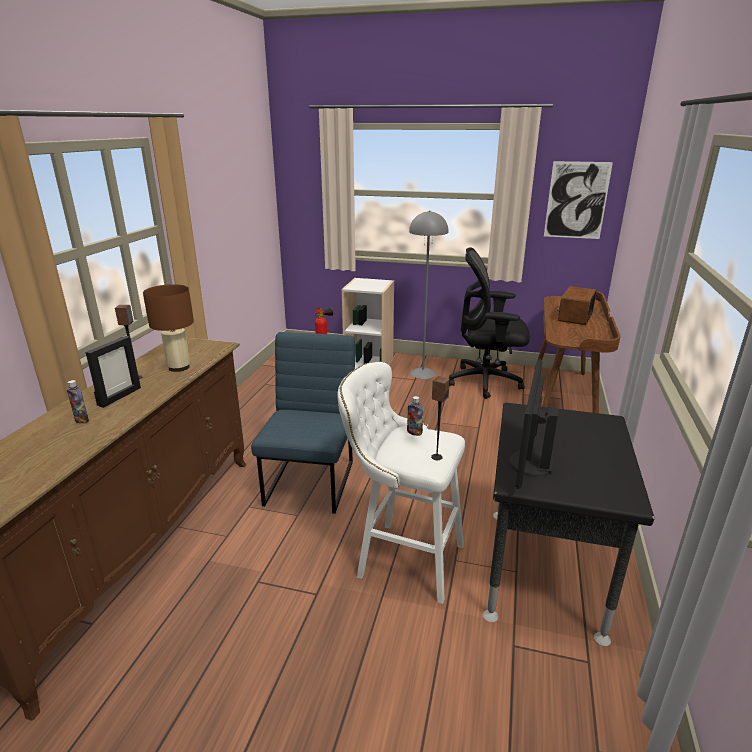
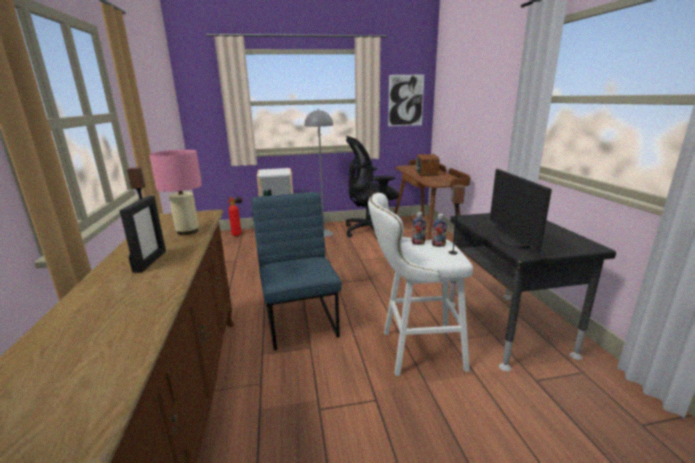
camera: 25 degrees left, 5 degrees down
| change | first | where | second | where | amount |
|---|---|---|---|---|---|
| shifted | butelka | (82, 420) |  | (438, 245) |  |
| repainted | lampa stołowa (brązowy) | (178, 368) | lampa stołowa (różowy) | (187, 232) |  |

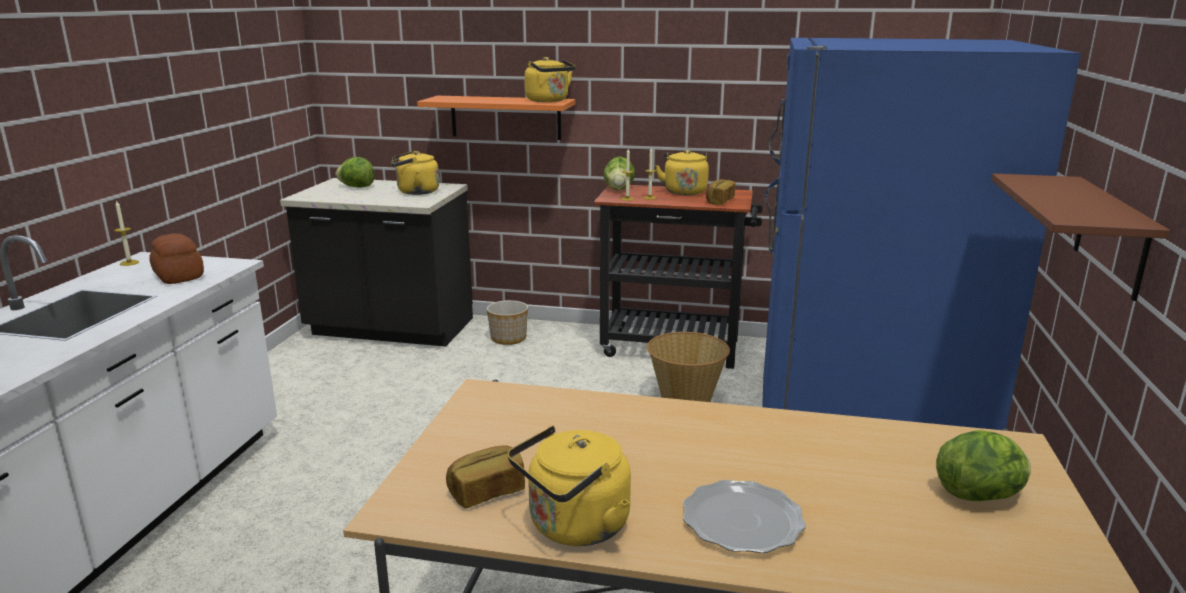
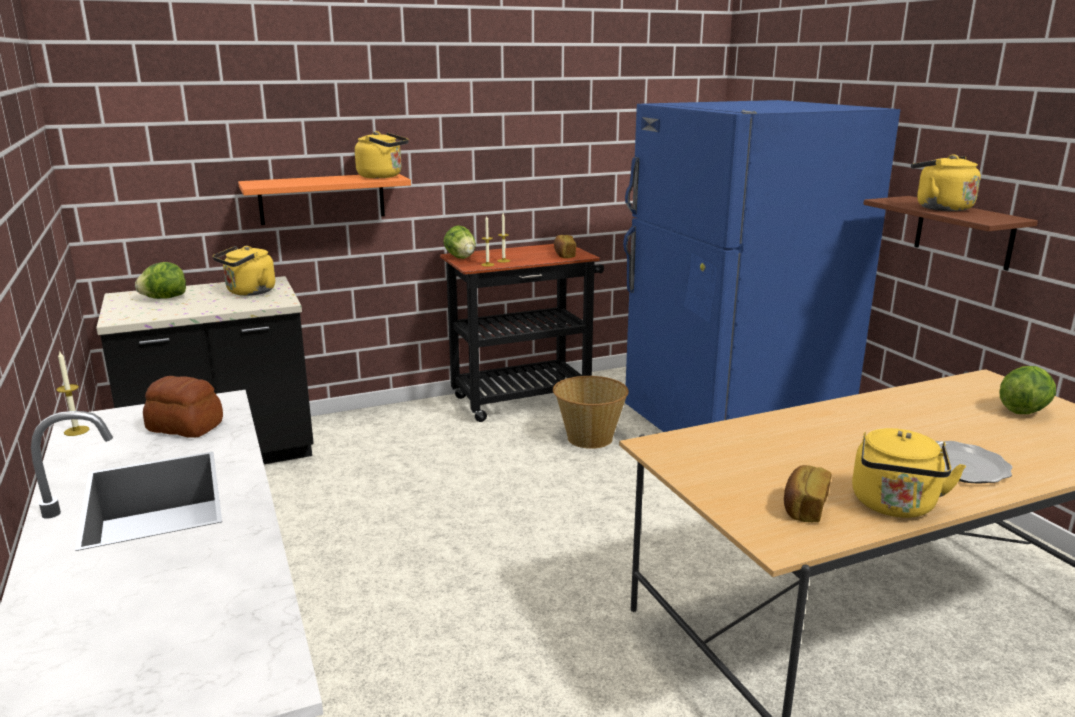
camera: 35 degrees left, 0 degrees up
| change | first | where | second | where | amount |
|---|---|---|---|---|---|
| gone | donica | (508, 338) |  |  |  |
| shifted | czajnik (żółty) | (684, 191) |  | (939, 208) |  |

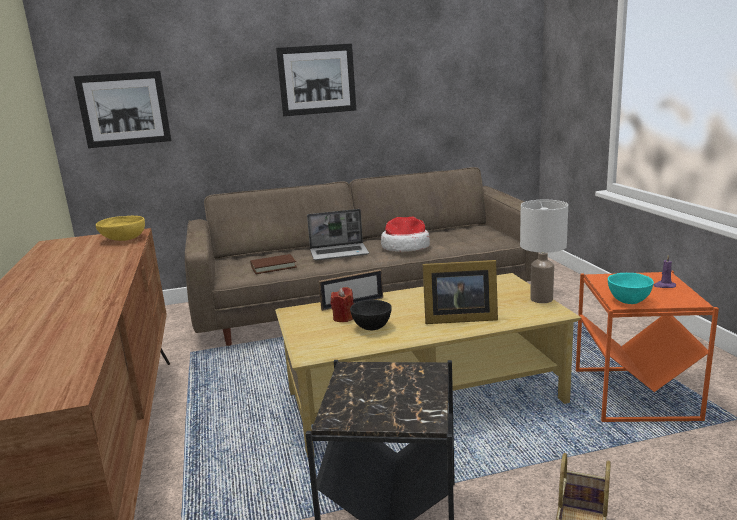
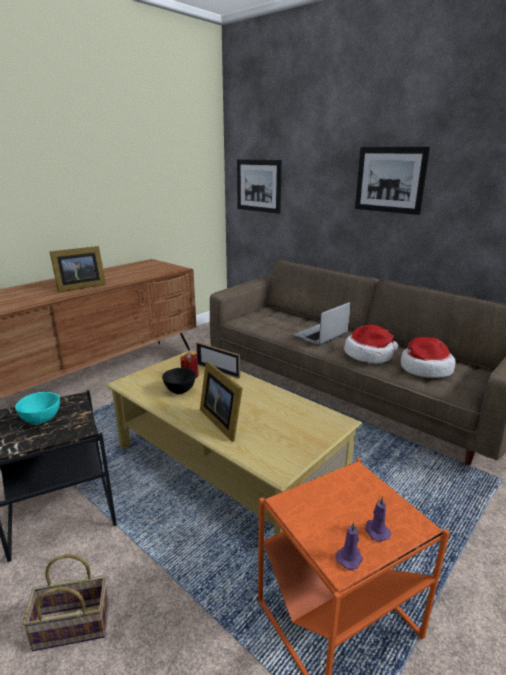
camera: 55 degrees right, 5 degrees up
| change | first | where | second | where | amount |
|---|---|---|---|---|---|
| gone | miska (żółty) | (123, 239) |  |  |  |
| gone | książka (brązowy) | (273, 266) |  |  |  |
| gone | lampa stołowa (biały) | (541, 299) |  |  |  |
| new |  |  | ramka na zdjęcie | (79, 287) |  |
| new |  |  | świeca (fioletowy) | (349, 558) |  |
| new |  |  | kapelusz | (424, 368) |  |
| shifted | miska (turkusowy) | (628, 301) |  | (42, 420) |  |
| rotated | laptop | (340, 253) |  | (321, 336) | 90 degrees clockwise |

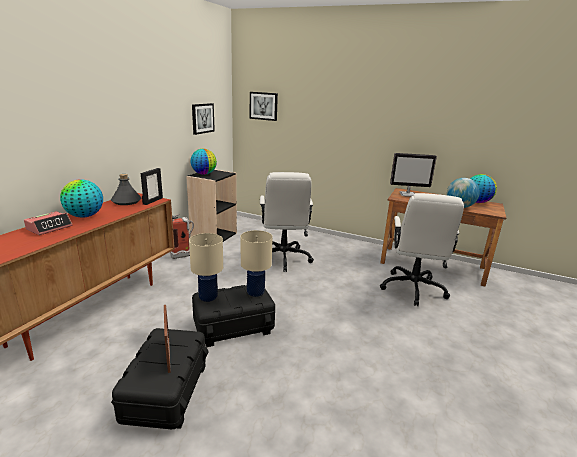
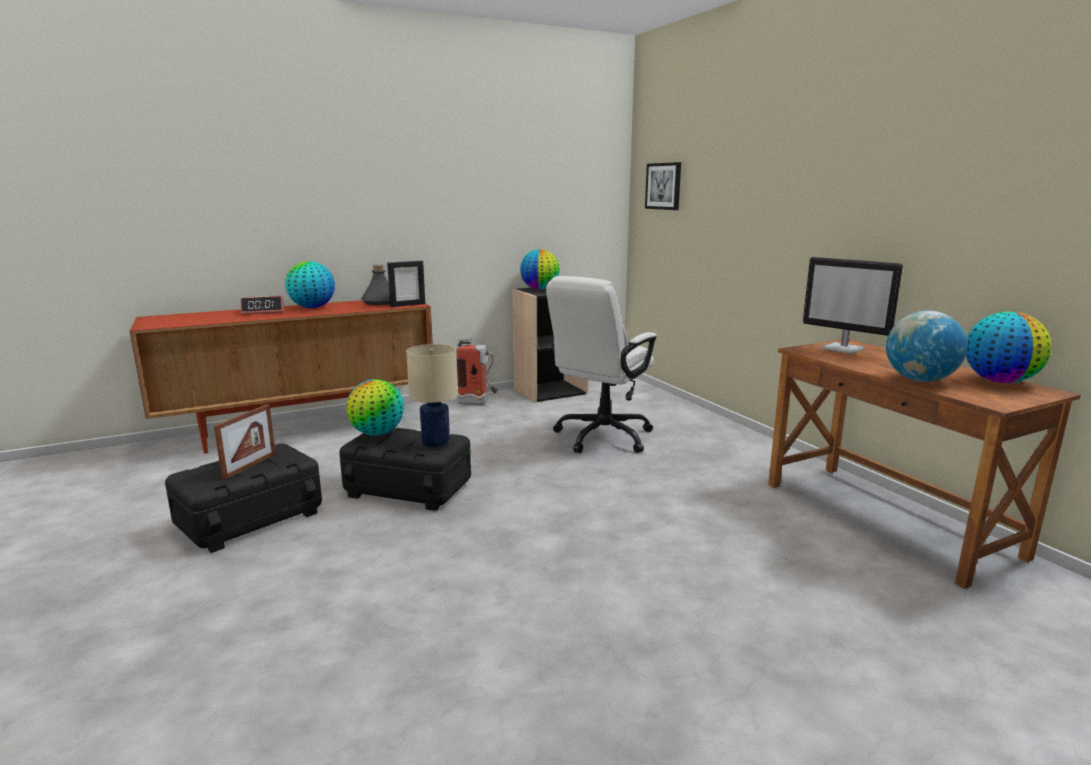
camera: 40 degrees right, 5 degrees down
| change | first | where | second | where | amount |
|---|---|---|---|---|---|
| gone | obraz | (202, 118) |  |  |  |
| gone | krzesło biurowe (biały) | (413, 290) |  |  |  |
| swapped | lampa stołowa (beżowy) | (208, 298) | globus | (377, 433) |  |

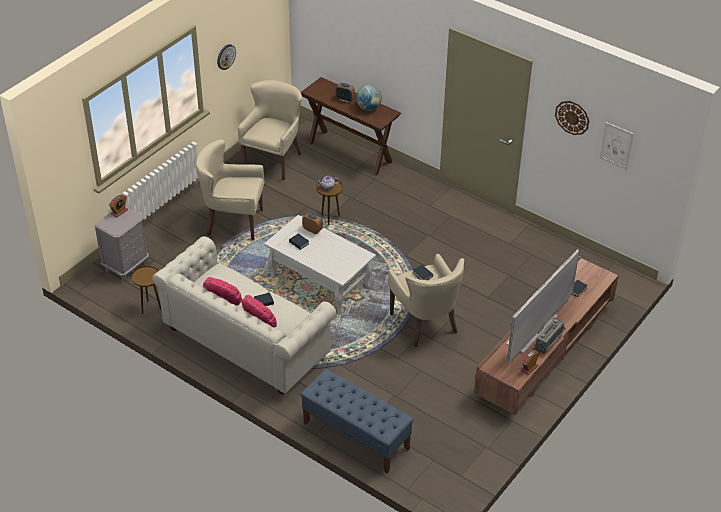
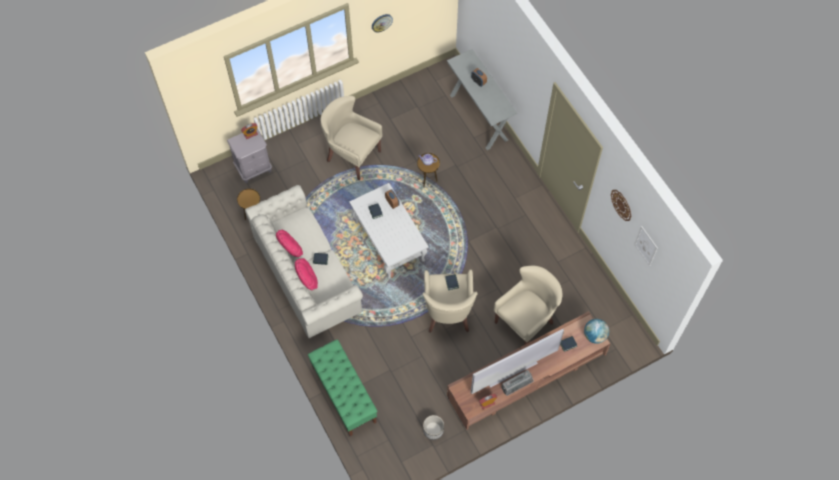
camera: 25 degrees right, 20 degrees up
| change | first | where | second | where | amount |
|---|---|---|---|---|---|
| new |  |  | donica | (433, 430) |  |
| shifted | fotel (beżowy) | (274, 161) |  | (525, 323) |  |
| shifted | globus | (368, 108) |  | (594, 335) |  |
| repainted | stolik konsolowy (brązowy) | (350, 152) | stolik konsolowy (szary) | (479, 117) |  |
| repainted | ławka (niebieski) | (355, 436) | ławka (zielony) | (344, 394) |  |

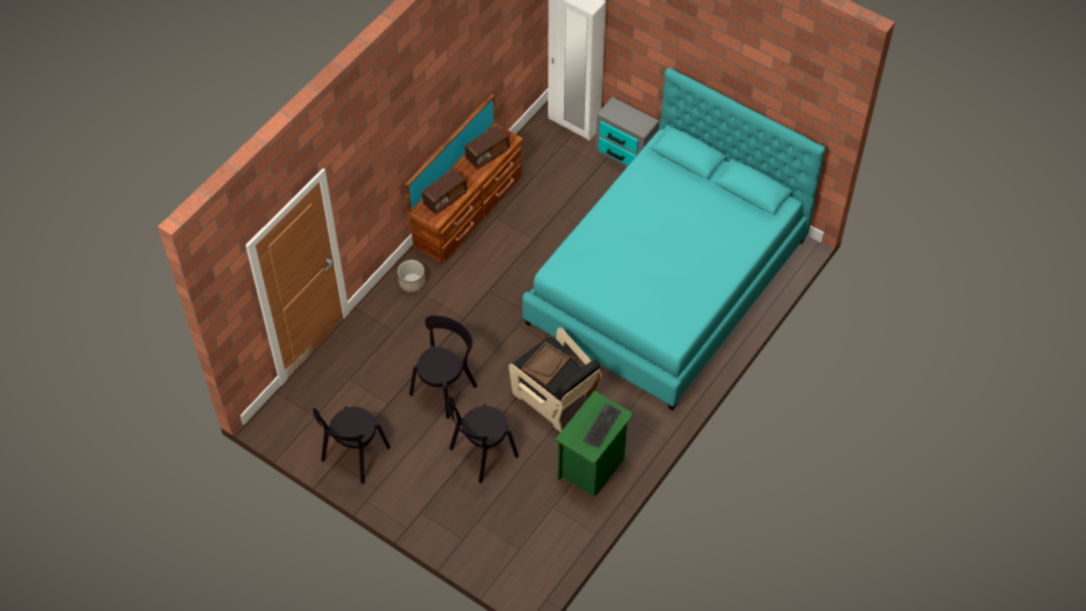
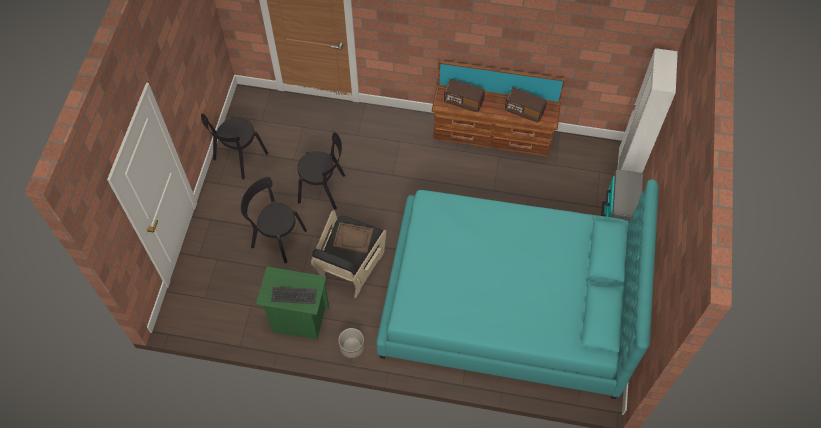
camera: 65 degrees right, 5 degrees up
| change | first | where | second | where | amount |
|---|---|---|---|---|---|
| shifted | donica | (412, 283) |  | (352, 347) |  |
| rotated | krzesło (czarny) | (354, 456) |  | (239, 158) | 60 degrees counterclockwise |

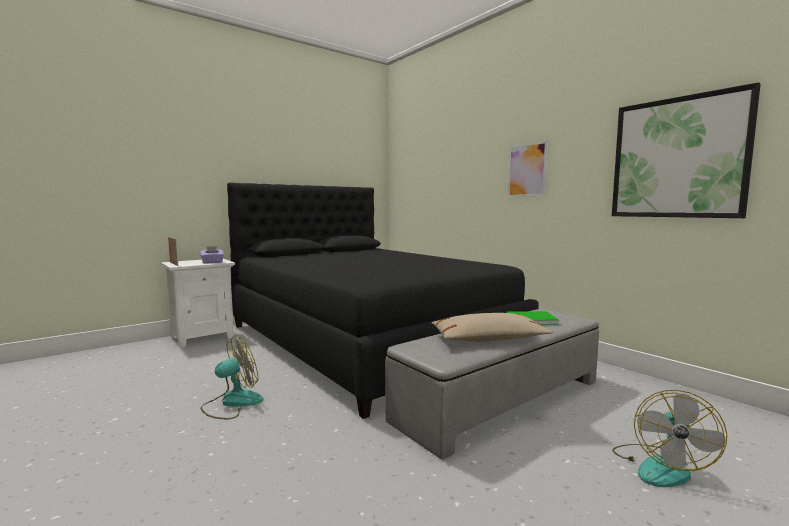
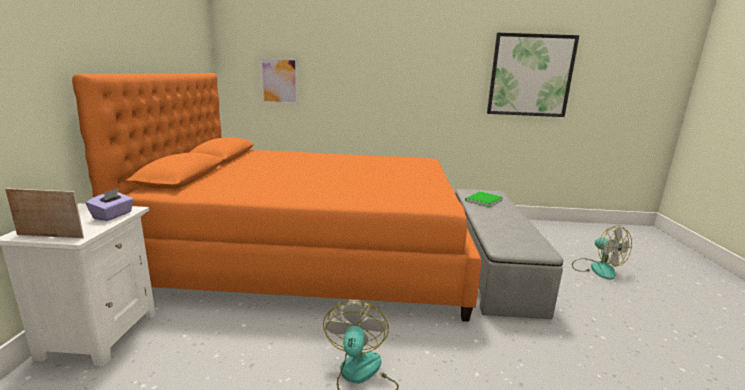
camera: 50 degrees left, 10 degrees up
| change | first | where | second | where | amount |
|---|---|---|---|---|---|
| gone | poduszka (beżowy) | (488, 339) |  |  |  |
| shifted | obraz | (527, 170) |  | (279, 81) |  |
| repainted | łóżko (czarny) | (367, 339) | łóżko (pomarańczowy) | (312, 254) |  |

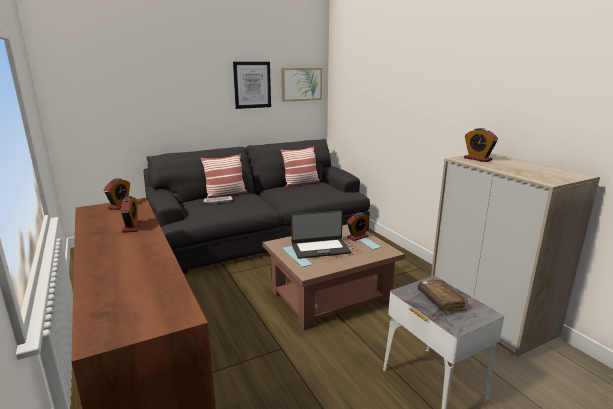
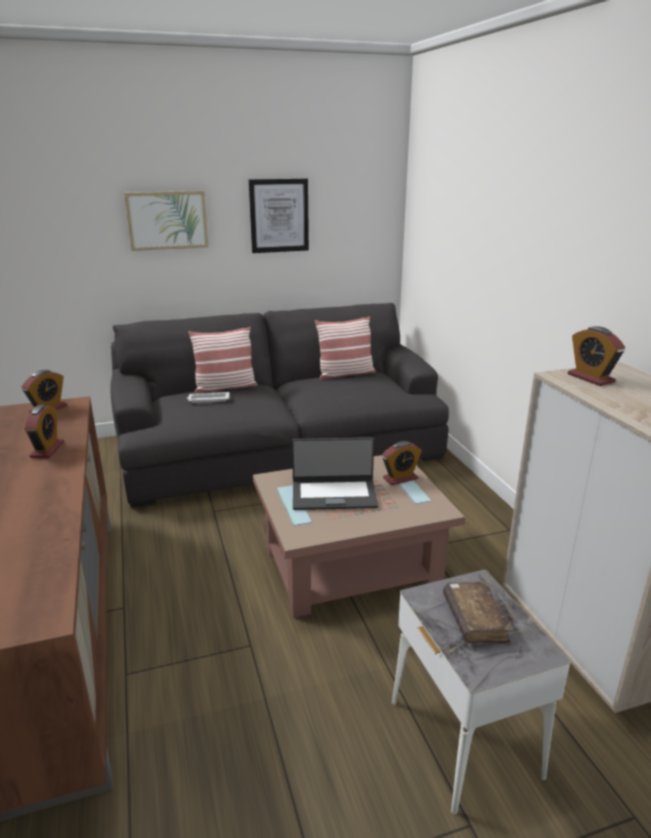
camera: 10 degrees right, 5 degrees up
| change | first | where | second | where | amount |
|---|---|---|---|---|---|
| shifted | obraz | (301, 84) |  | (167, 220) |  |

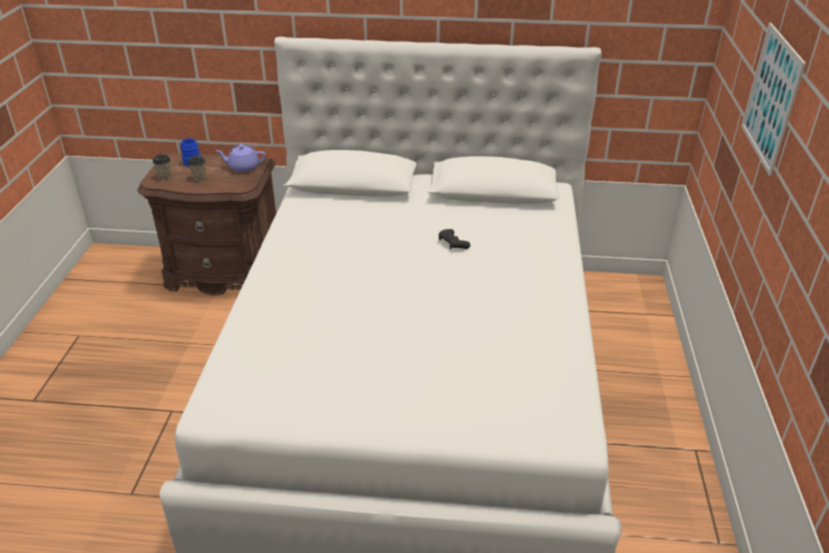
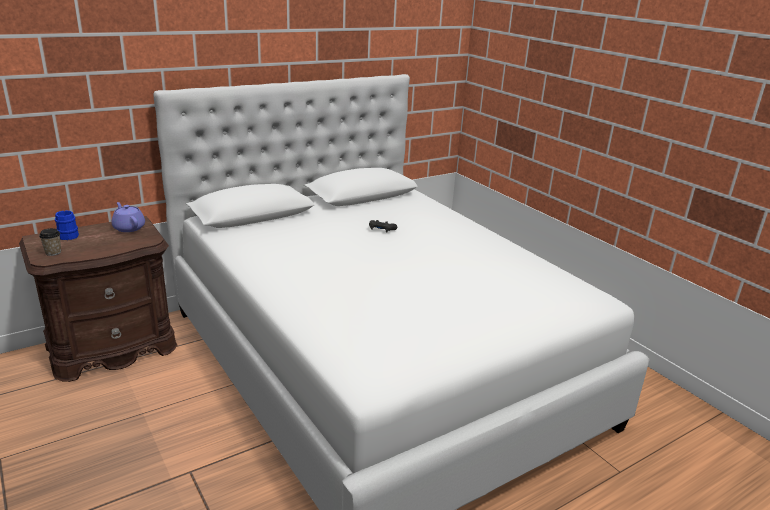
camera: 40 degrees left, 10 degrees down
| change | first | where | second | where | amount |
|---|---|---|---|---|---|
| gone | filiżanka | (199, 178) |  |  |  |
| gone | obraz | (771, 98) |  |  |  |
| rotated | imbryk (fioletowy) | (243, 167) |  | (129, 227) | 90 degrees clockwise |

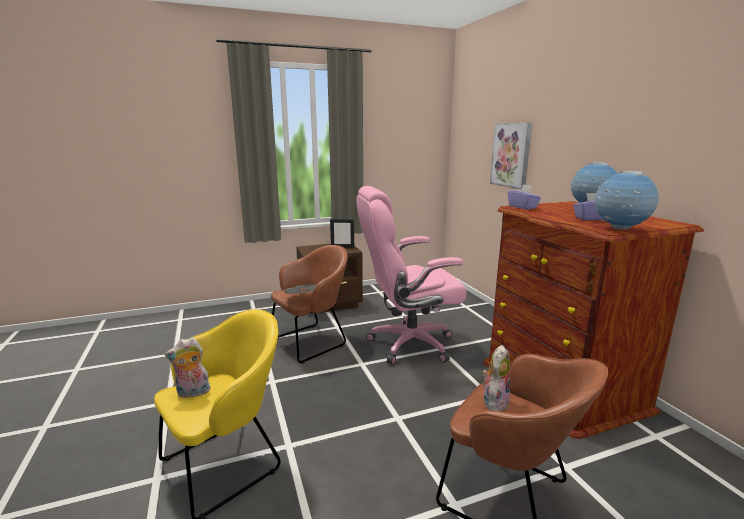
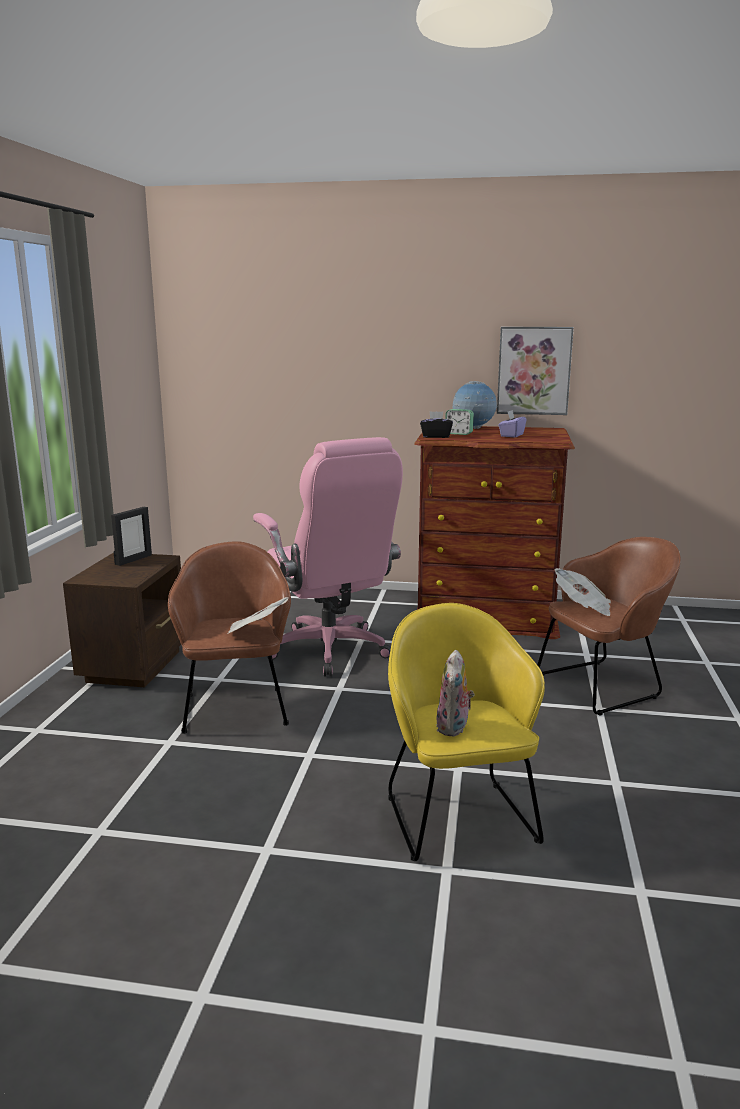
camera: 60 degrees left, 0 degrees up
| change | first | where | second | where | amount |
|---|---|---|---|---|---|
| gone | globus | (620, 229) |  |  |  |
| new |  |  | budzik | (459, 433) |  |
| shifted | obraz | (511, 155) |  | (534, 370) |  |
| swapped | pluszak | (494, 401) | gazeta | (583, 607) |  |
| repainted | pudełko chusteczek (fioletowy) | (523, 207) | pudełko chusteczek (czarny) | (435, 436) |  |
| rotated | krzesło biurowe (różowy) | (409, 344) |  | (330, 651) | 45 degrees counterclockwise |

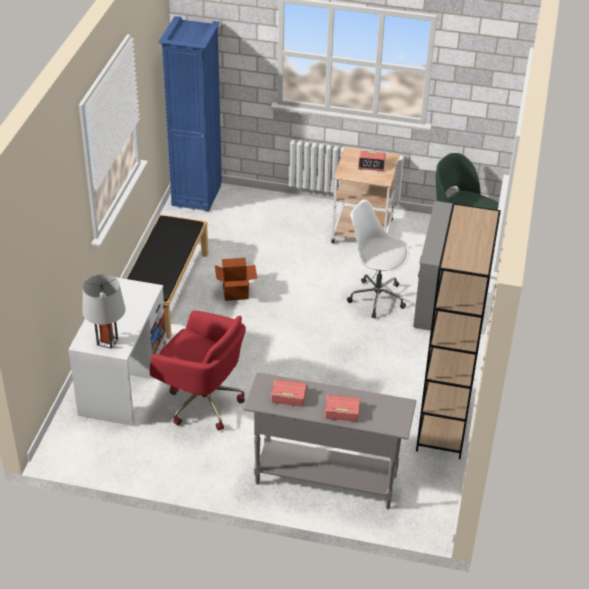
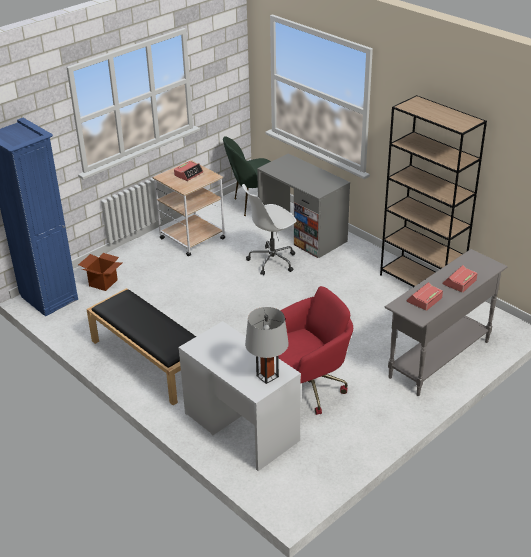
camera: 55 degrees left, 5 degrees down
| change | first | where | second | where | amount |
|---|---|---|---|---|---|
| shifted | karton | (235, 292) |  | (103, 283) |  |

